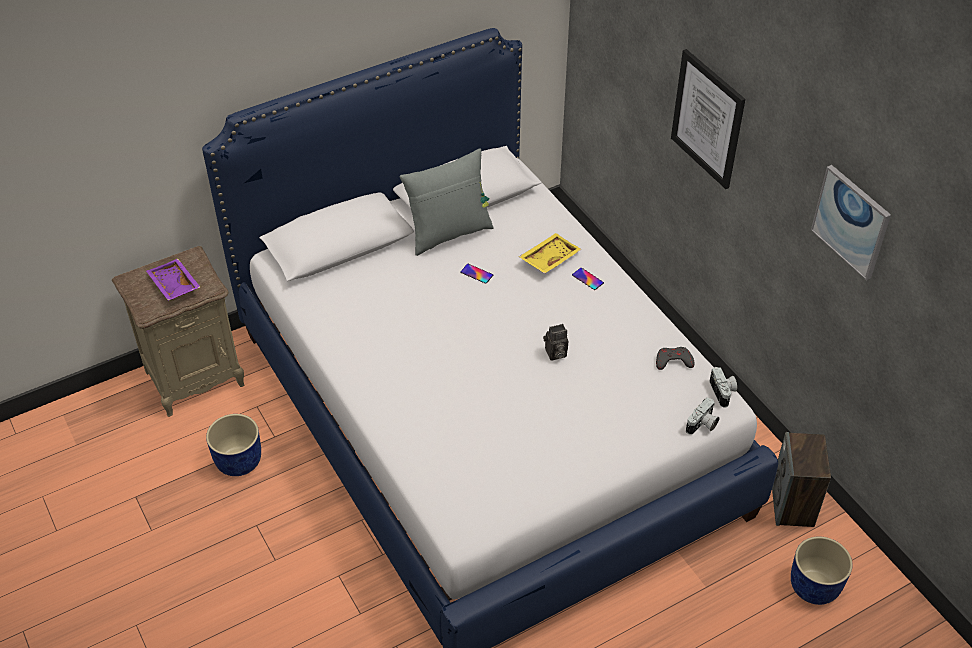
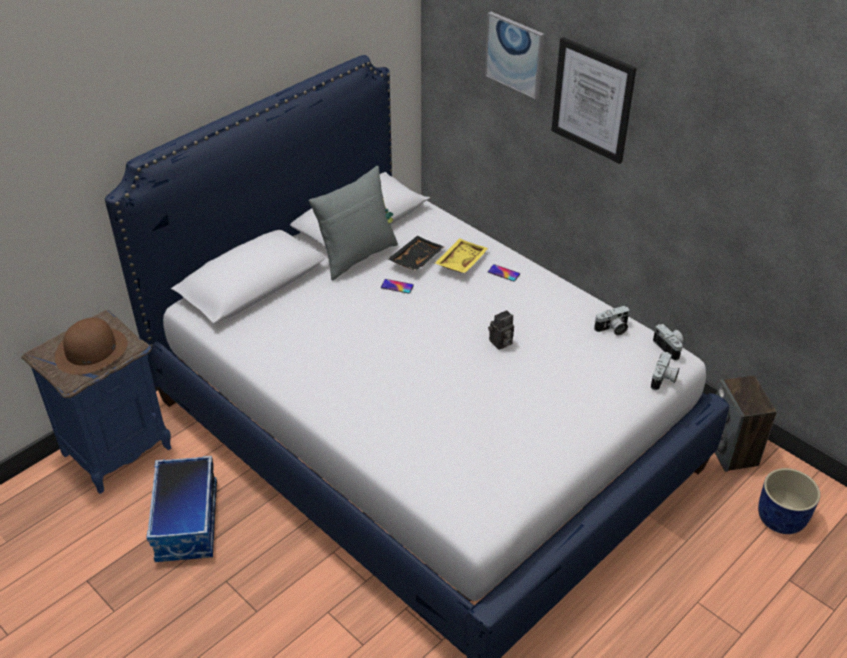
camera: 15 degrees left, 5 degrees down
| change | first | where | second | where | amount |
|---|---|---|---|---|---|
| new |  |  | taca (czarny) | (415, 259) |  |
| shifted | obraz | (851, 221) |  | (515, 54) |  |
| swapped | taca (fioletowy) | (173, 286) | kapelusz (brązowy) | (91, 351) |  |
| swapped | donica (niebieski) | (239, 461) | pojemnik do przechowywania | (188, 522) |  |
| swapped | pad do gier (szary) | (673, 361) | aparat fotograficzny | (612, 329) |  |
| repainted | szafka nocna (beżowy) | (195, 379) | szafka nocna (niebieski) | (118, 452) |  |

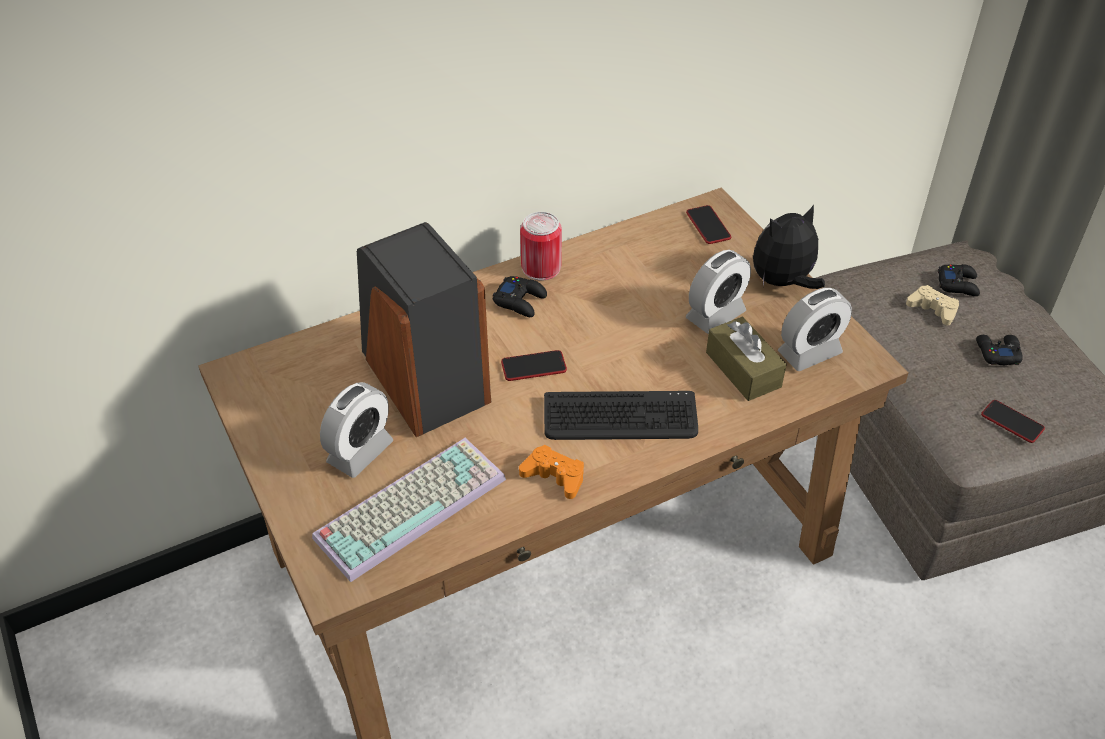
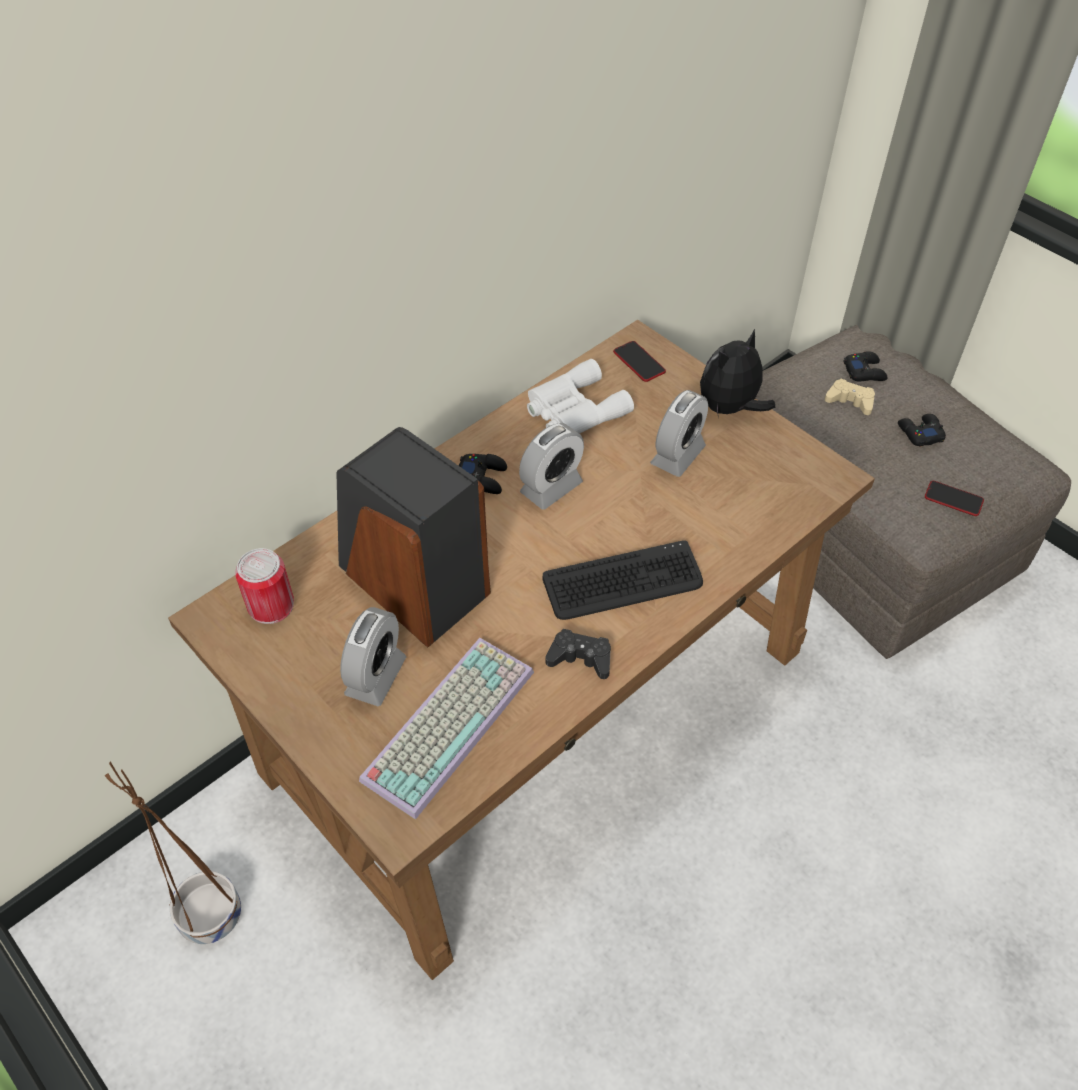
camera: 15 degrees left, 5 degrees up
| change | first | where | second | where | amount |
|---|---|---|---|---|---|
| gone | telefon | (533, 366) |  |  |  |
| gone | pudełko chusteczek (brązowy) | (743, 369) |  |  |  |
| new |  |  | donica (brązowy) | (209, 914) |  |
| new |  |  | lornetka (biały) | (573, 410) |  |
| shifted | puszka | (541, 267) |  | (271, 605) |  |
| shifted | budzik | (809, 353) |  | (551, 488) |  |
| repainted | pad do gier (pomarańczowy) | (554, 476) | pad do gier (czarny) | (580, 658) |  |

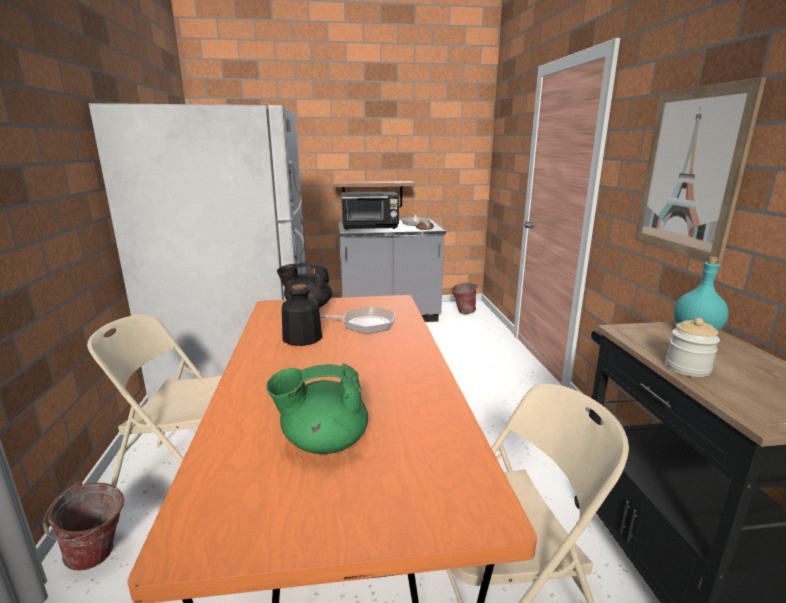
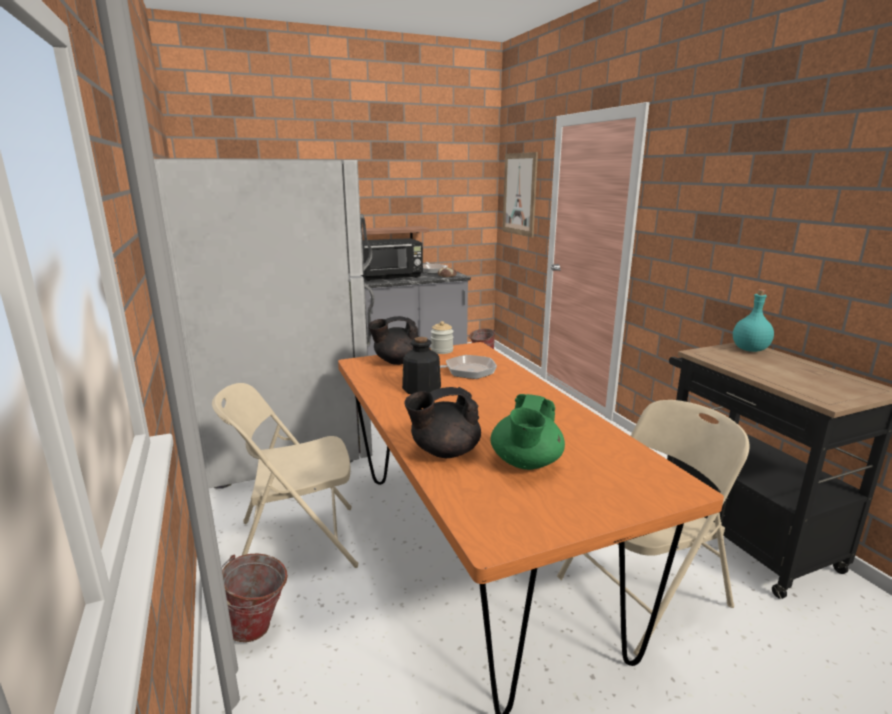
camera: 15 degrees left, 0 degrees up
| change | first | where | second | where | amount |
|---|---|---|---|---|---|
| new |  |  | imbryk (czarny) | (444, 451) |  |
| shifted | obraz | (690, 173) |  | (519, 194) |  |
| shifted | słoik | (687, 368) |  | (442, 350) |  |
| rotated | imbryk (zielony) | (323, 442) |  | (526, 463) | 45 degrees counterclockwise |

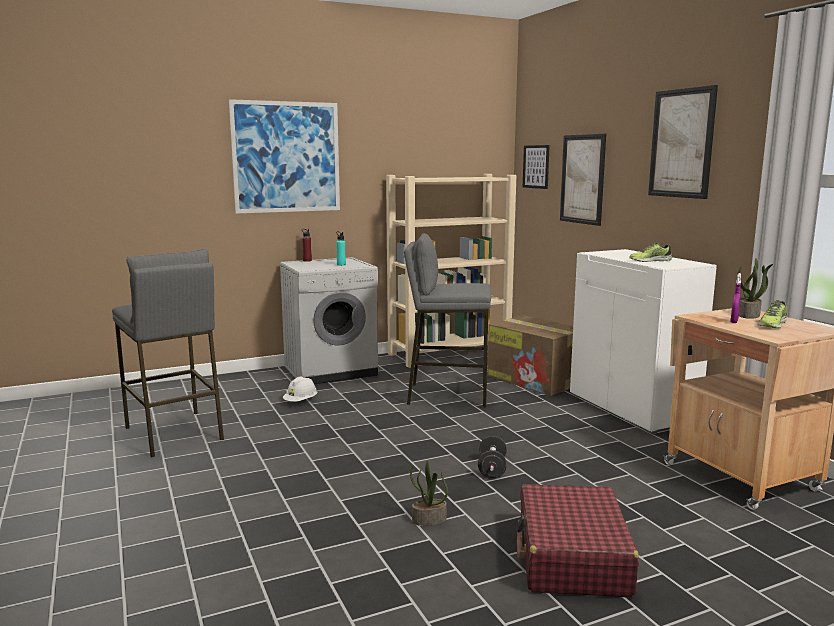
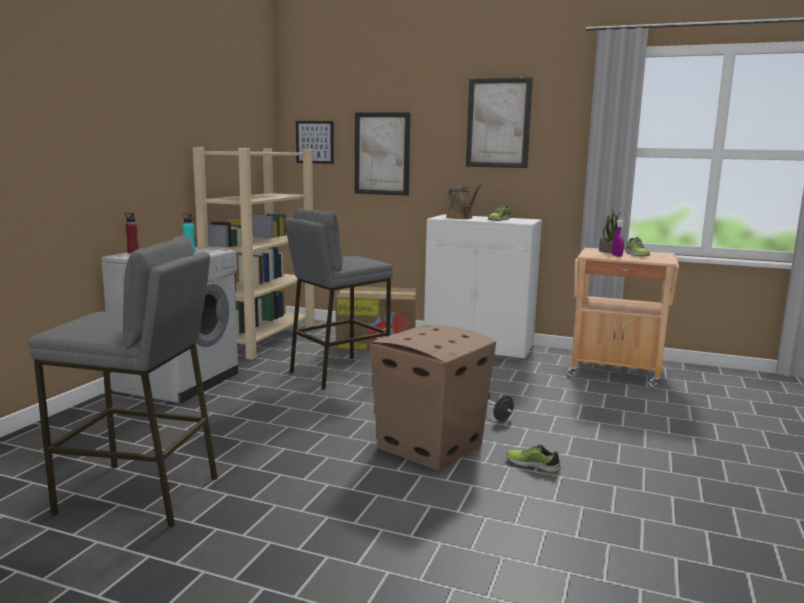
camera: 45 degrees left, 0 degrees up
| change | first | where | second | where | amount |
|---|---|---|---|---|---|
| gone | obraz | (286, 157) |  |  |  |
| gone | kask (biały) | (301, 402) |  |  |  |
| gone | walizka (czerwony) | (572, 557) |  |  |  |
| new |  |  | karton | (429, 447) |  |
| new |  |  | konewka (brązowy) | (461, 218) |  |
| swapped | roślina doniczkowa | (429, 520) | but | (533, 464) |  |

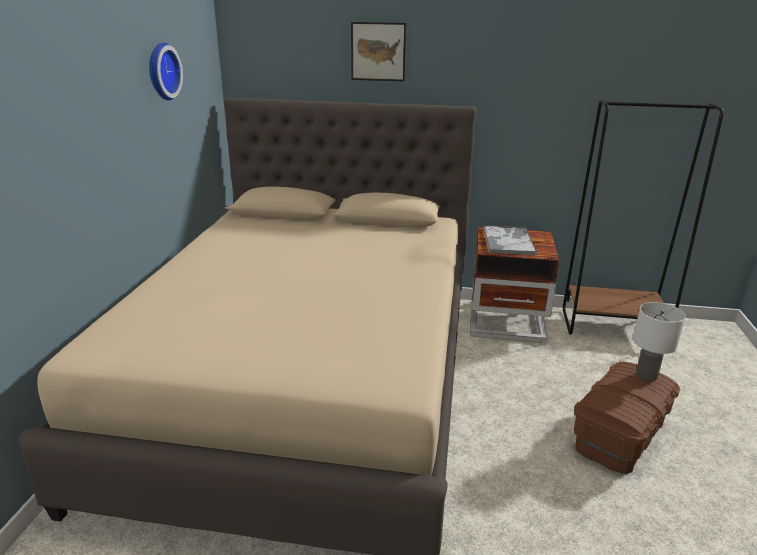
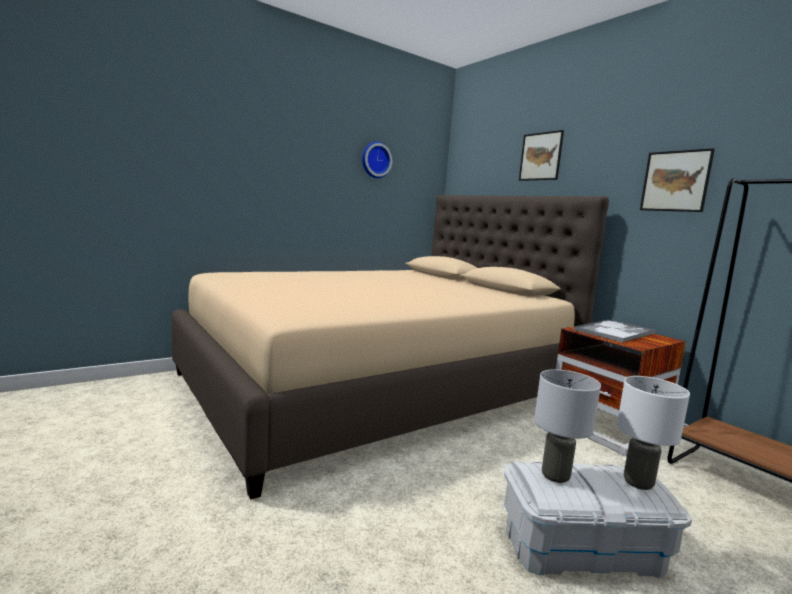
camera: 45 degrees right, 15 degrees down
| change | first | where | second | where | amount |
|---|---|---|---|---|---|
| new |  |  | lampa stołowa (biały) | (554, 475) |  |
| new |  |  | obraz | (675, 181) |  |
| repainted | pojemnik do przechowywania (brązowy) | (620, 436) | pojemnik do przechowywania (biały) | (582, 548) |  |

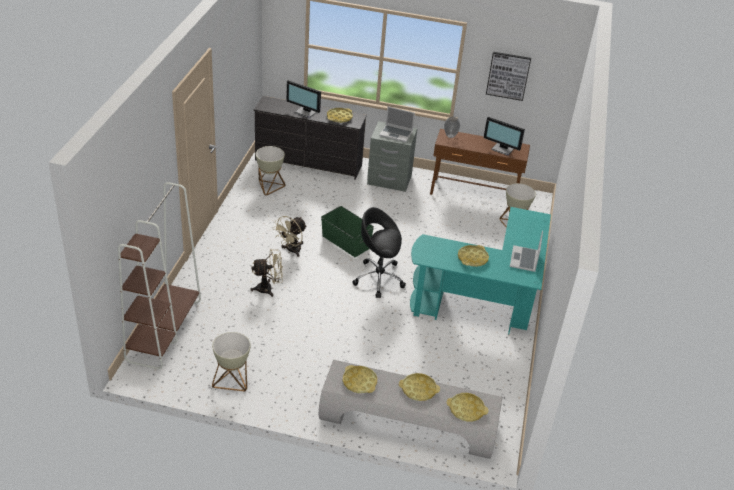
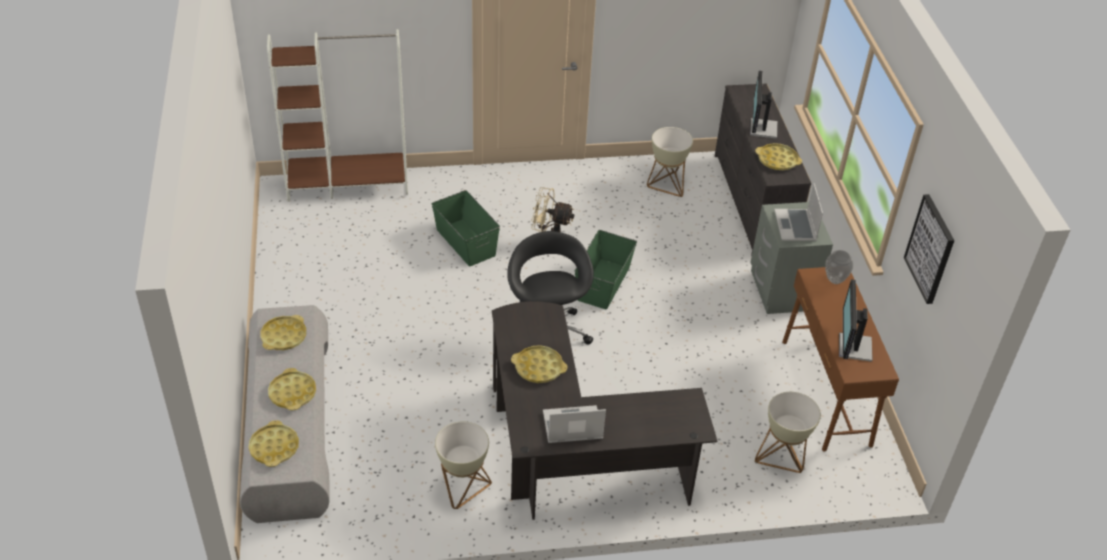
camera: 70 degrees right, 5 degrees up
| change | first | where | second | where | amount |
|---|---|---|---|---|---|
| shifted | donica | (232, 382) |  | (462, 489) |  |
| swapped | wentylator (beżowy) | (268, 288) | pojemnik do przechowywania (zielony) | (466, 242) |  |
| repainted | biurko (turkusowy) | (485, 301) | biurko (czarny) | (570, 458) |  |

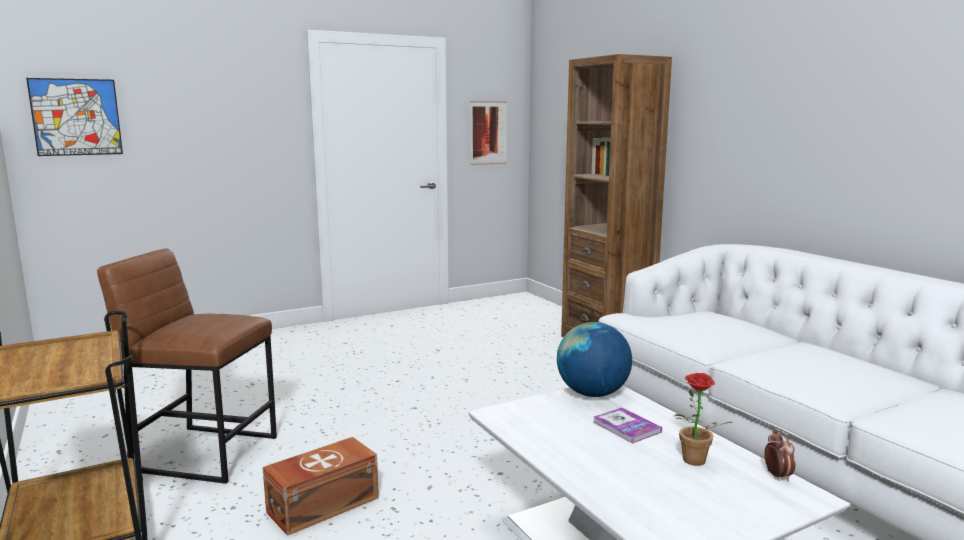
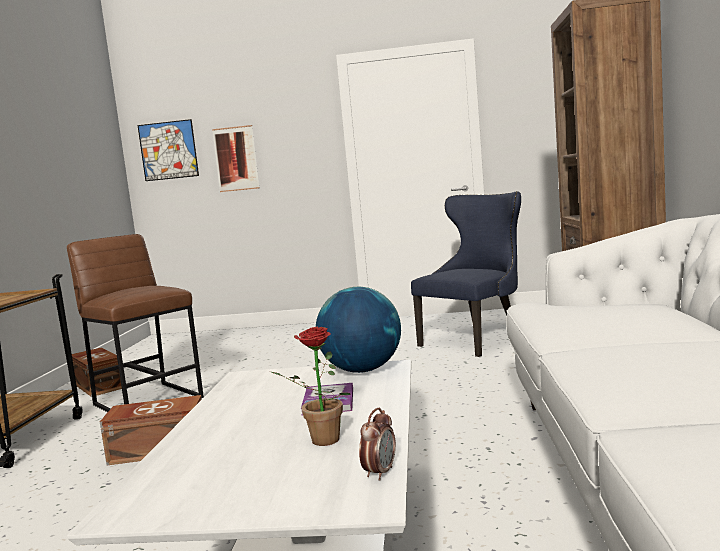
camera: 35 degrees right, 5 degrees down
| change | first | where | second | where | amount |
|---|---|---|---|---|---|
| new |  |  | pojemnik do przechowywania (brązowy) | (99, 385) |  |
| new |  |  | krzesło (niebieski) | (475, 340) |  |
| shifted | obraz | (488, 133) |  | (236, 158) |  |

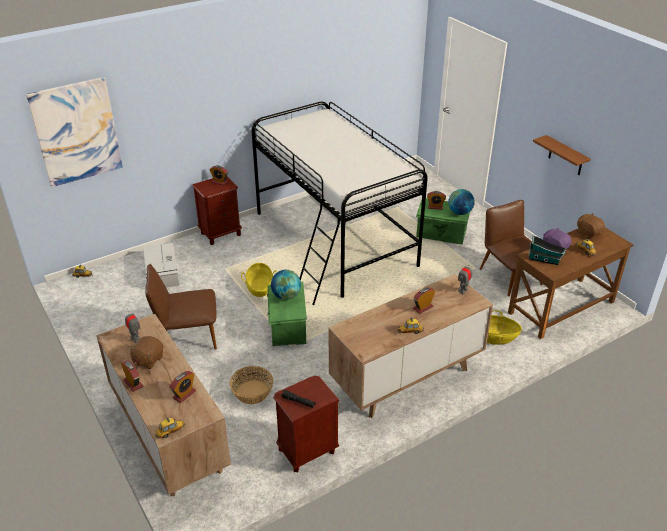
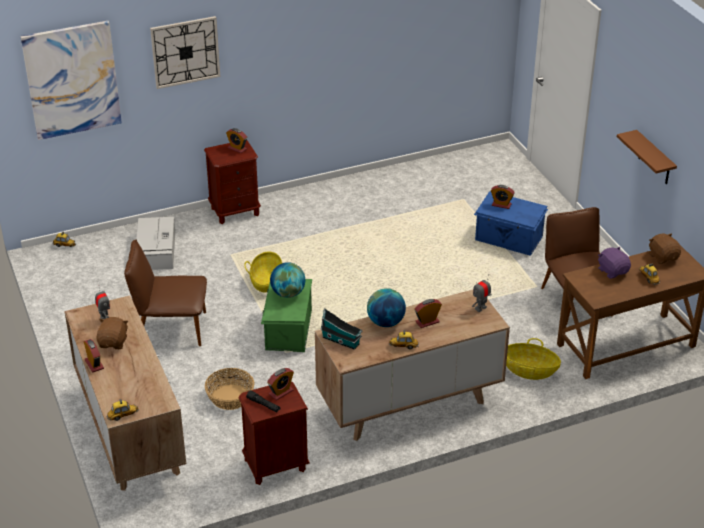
camera: 10 degrees right, 0 degrees up
| change | first | where | second | where | amount |
|---|---|---|---|---|---|
| gone | łóżko (czarny) | (334, 240) |  |  |  |
| new |  |  | zegar ścienny | (185, 52) |  |
| shifted | budzik | (184, 394) |  | (281, 392) |  |
| shifted | globus | (460, 212) |  | (385, 322) |  |
| shifted | domek | (545, 260) |  | (342, 341) |  |
| repainted | pojemnik do przechowywania (zielony) | (441, 233) | pojemnik do przechowywania (niebieski) | (509, 239) |  |
| rotated | pluszak (brązowy) | (148, 360) |  | (113, 342) | 150 degrees clockwise |

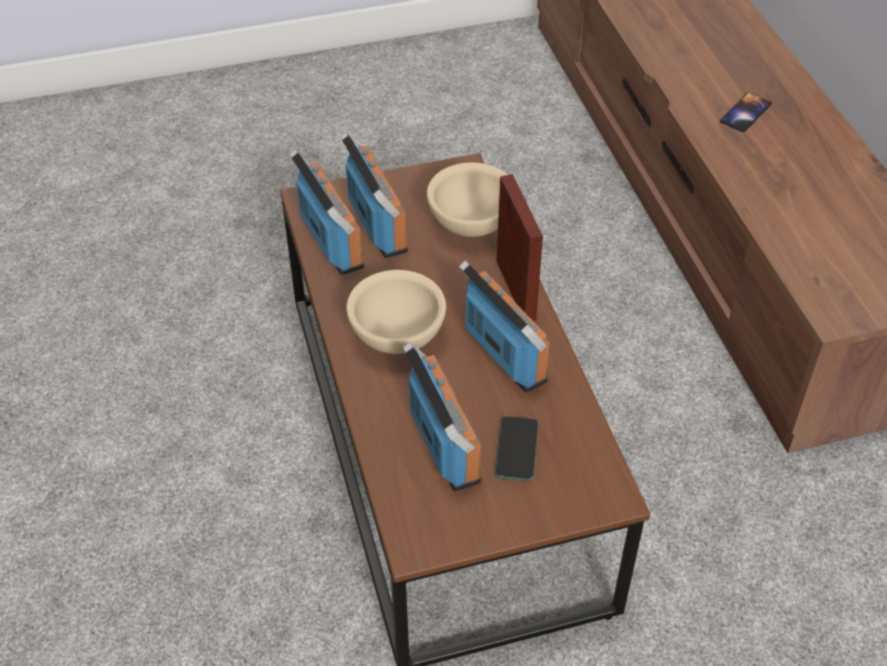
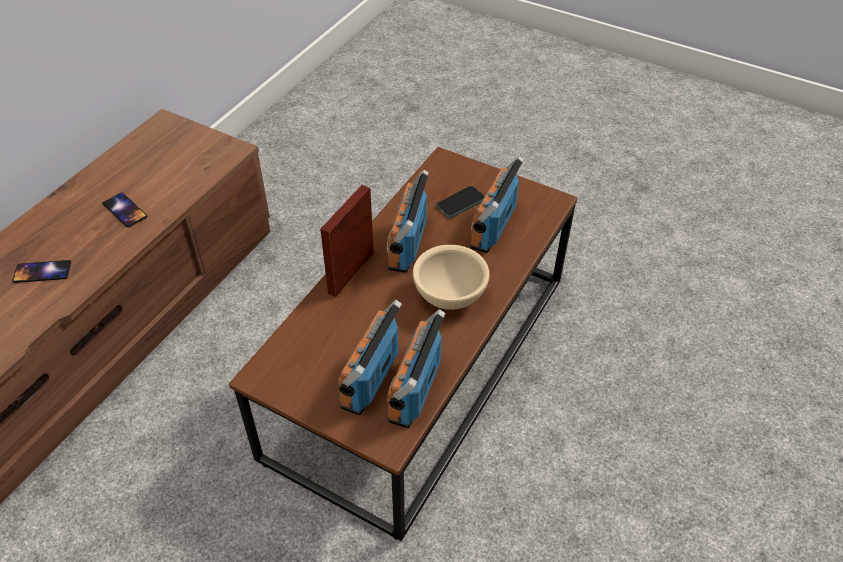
camera: 135 degrees left, 0 degrees up
| change | first | where | second | where | amount |
|---|---|---|---|---|---|
| gone | miska (beżowy) | (472, 224) |  |  |  |
| new |  |  | telefon | (125, 210) |  |

